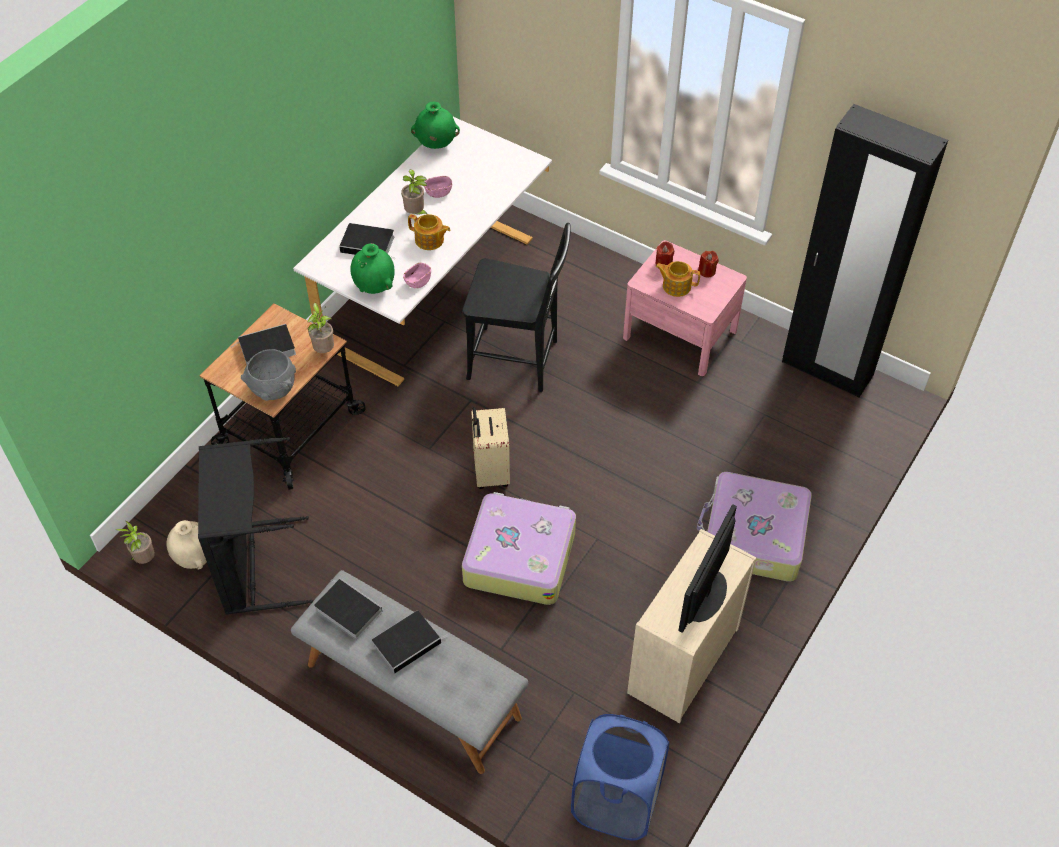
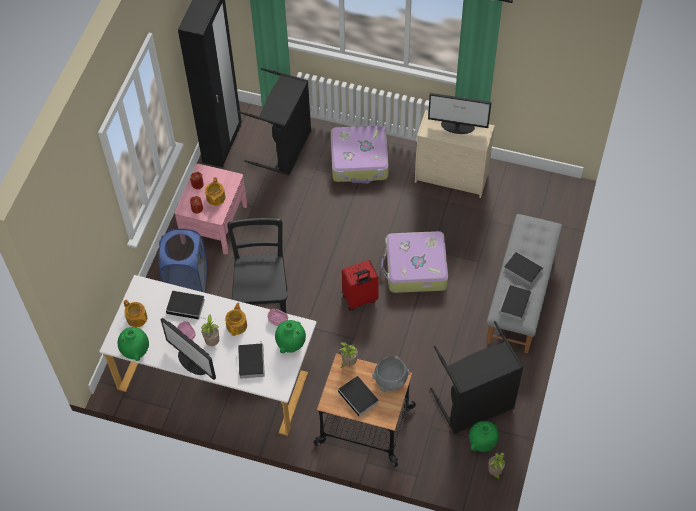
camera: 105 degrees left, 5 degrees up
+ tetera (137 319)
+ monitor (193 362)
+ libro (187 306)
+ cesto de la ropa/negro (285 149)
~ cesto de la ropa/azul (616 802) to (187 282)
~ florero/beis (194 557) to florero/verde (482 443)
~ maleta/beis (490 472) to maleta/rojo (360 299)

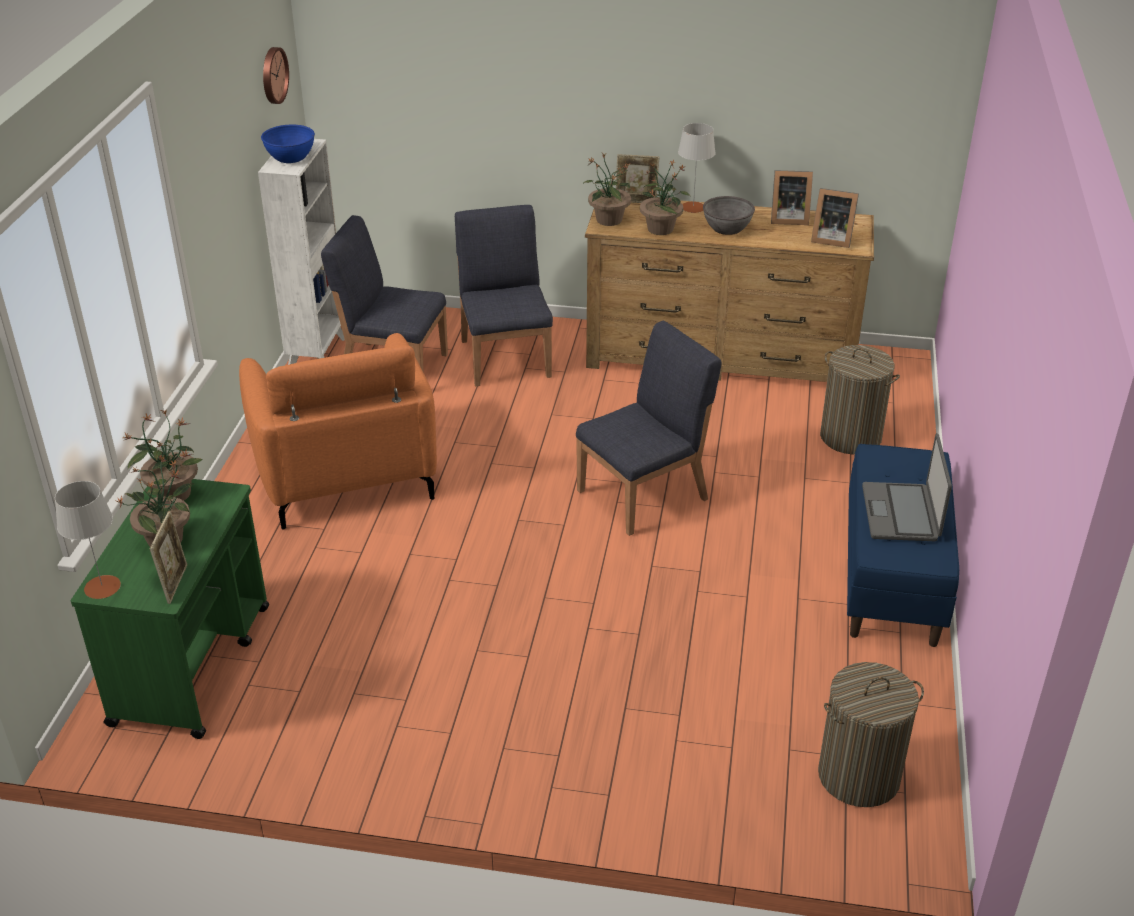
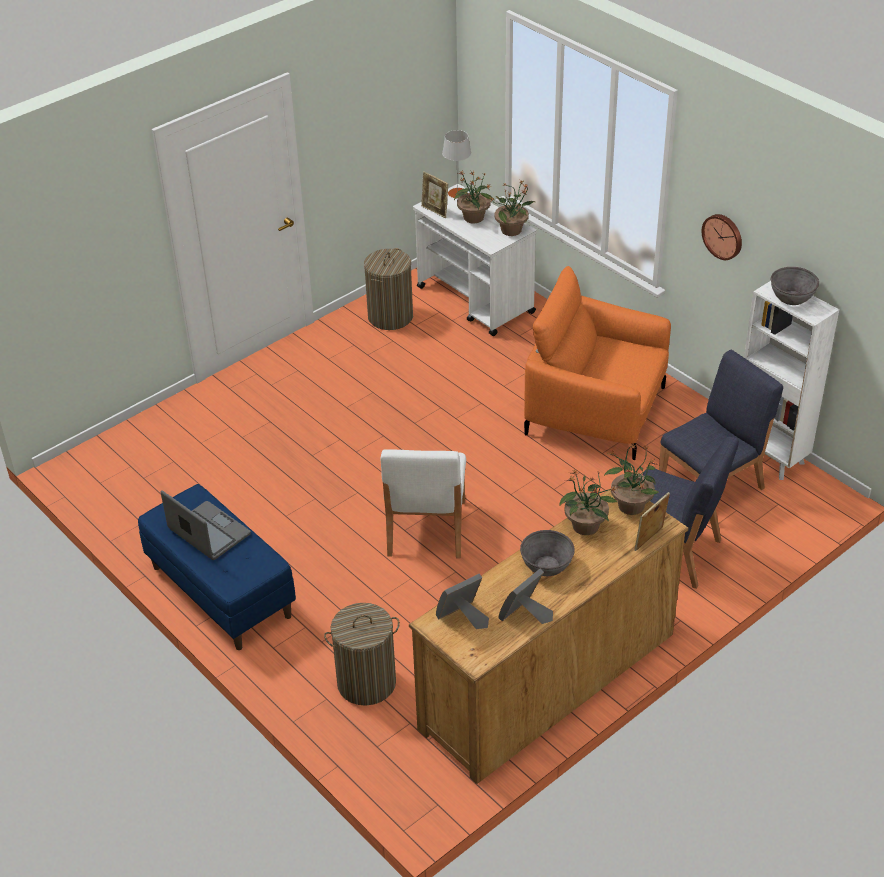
camera: 130 degrees right, 5 degrees up
- lámpara de mesa/gris (693 207)
~ reloj de pared (273 75) to (723 236)
~ cesto de la ropa (858 776) to (390 316)
~ carrito/verde (192 663) to carrito/blanco (476 300)
~ cuenco/azul (290 157) to cuenco/gris (792 297)
~ silla/azul (644 494) to silla/blanco (426 529)

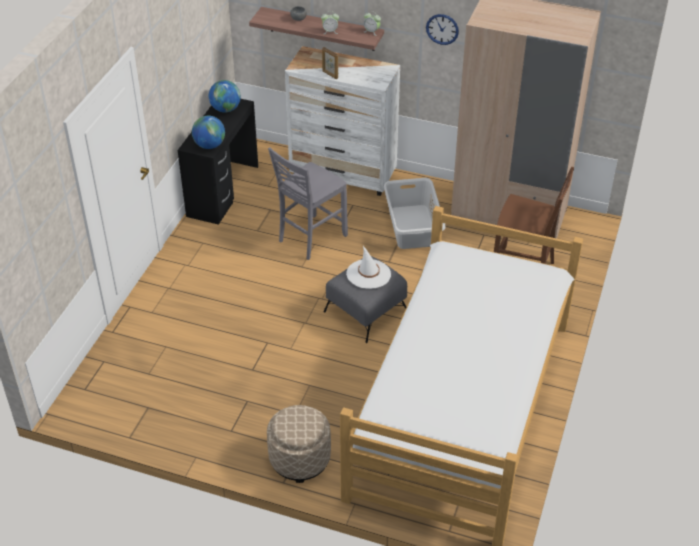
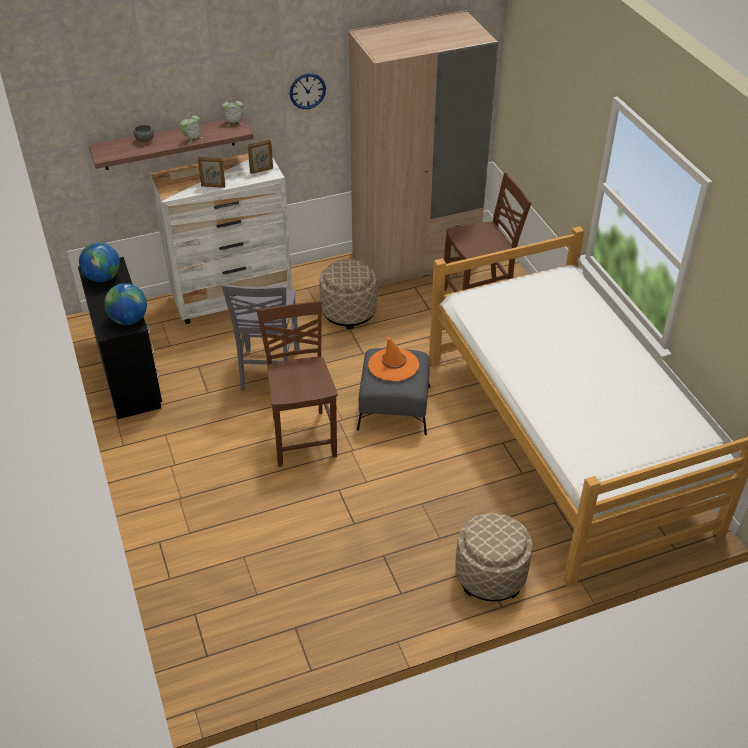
camera: 40 degrees left, 0 degrees up
+ portarretratos (261 170)
+ silla/marrón (303 436)
~ cesto de la ropa/gris (413 226) to puf/beis (348 311)
~ sombrero/blanco (368 274) to sombrero/naranja (393 365)

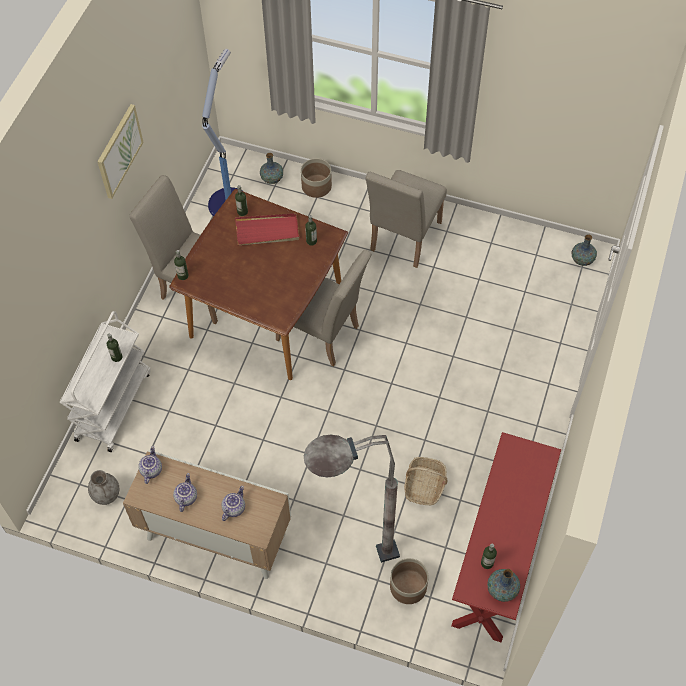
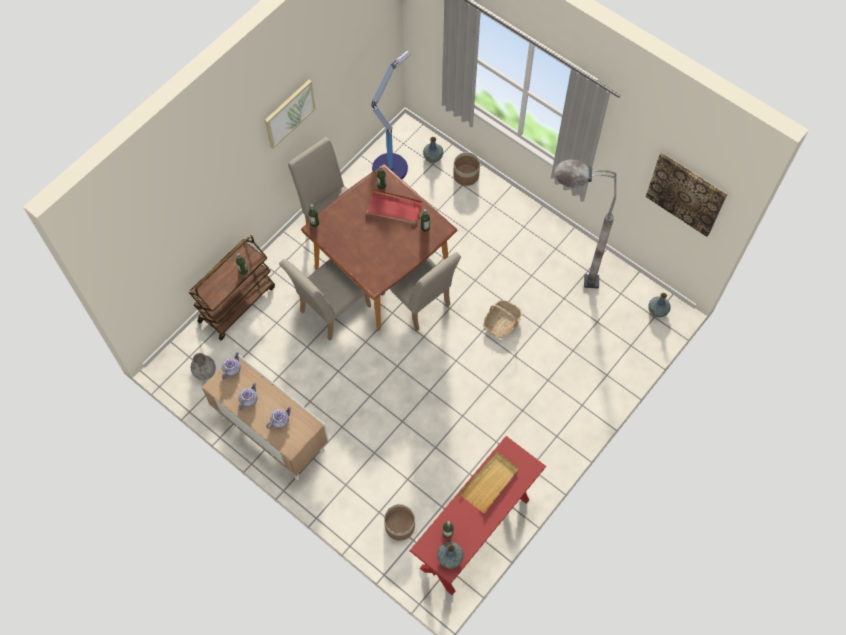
camera: 20 degrees right, 5 degrees up
+ bandeja/beis (490 482)
+ cuadro (686 193)
~ lámpara de pie/gris (349 562) to (561 279)
~ silla/beis (403 240) to (331 311)
~ cesta (424 485) to (502 323)
~ carrito/blanco (113 405) to carrito/marrón (237 303)

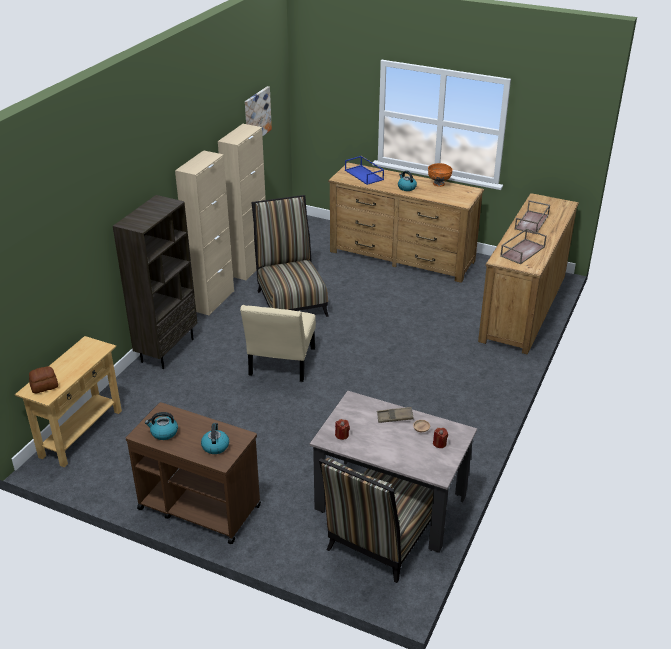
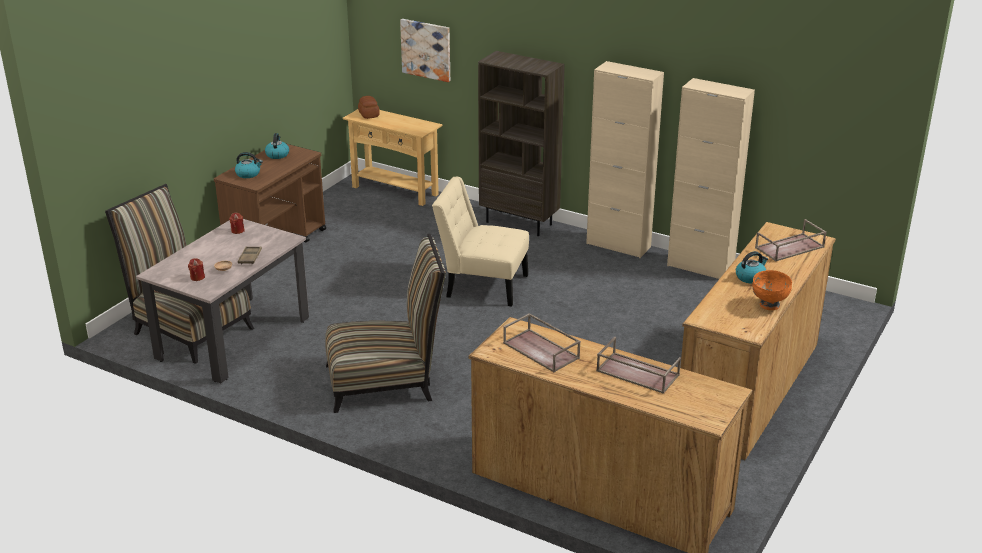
camera: 95 degrees right, 5 degrees down
~ cuadro (257 115) to (426 49)
~ silla (291 300) to (386 382)
~ bandeja/azul (364 175) to bandeja/marrón (789 248)

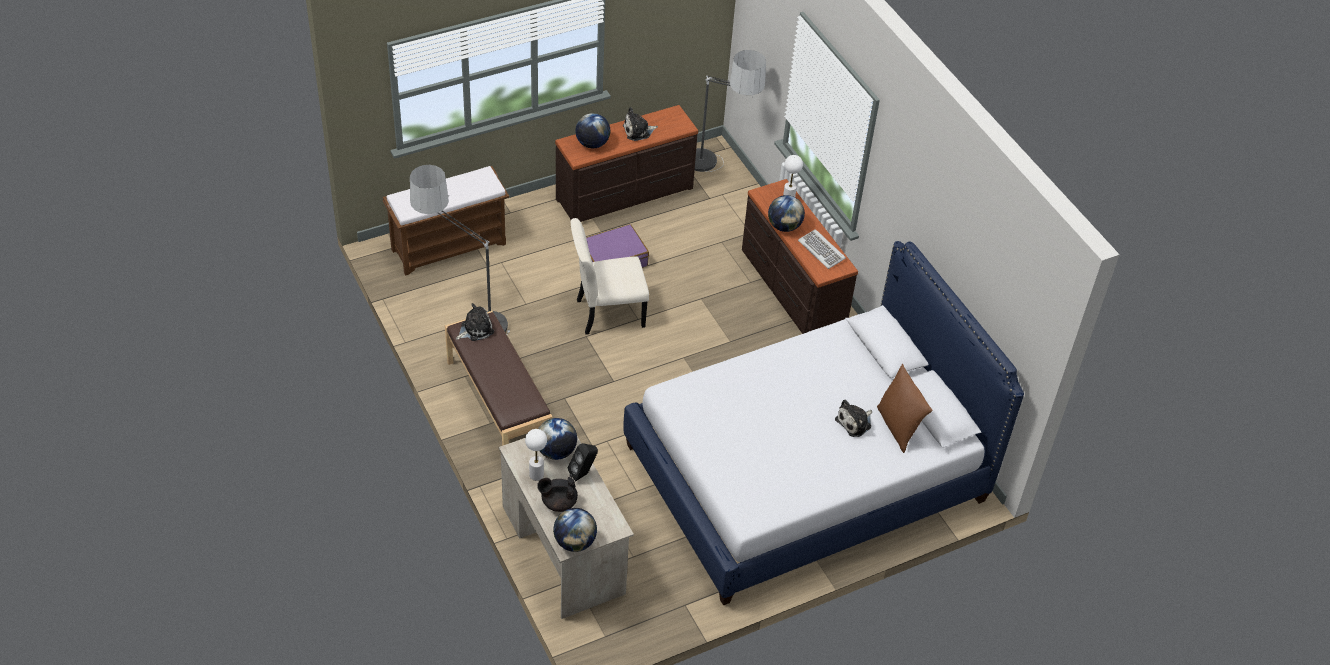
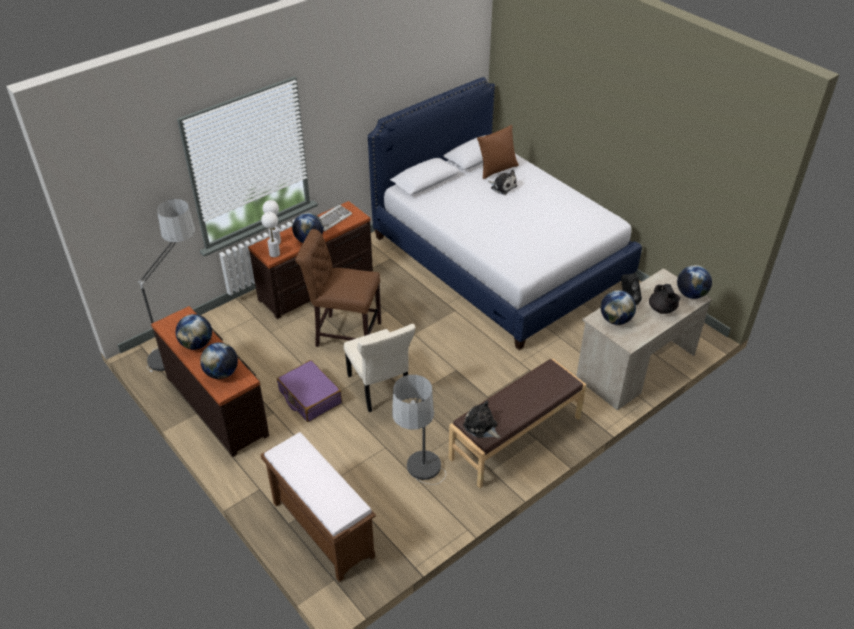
camera: 100 degrees left, 5 degrees down
+ silla/marrón (344 333)
~ lámpara de mesa/blanco (536 475) to (274 253)
~ peluche (638 131) to globo terráqueo (197 344)

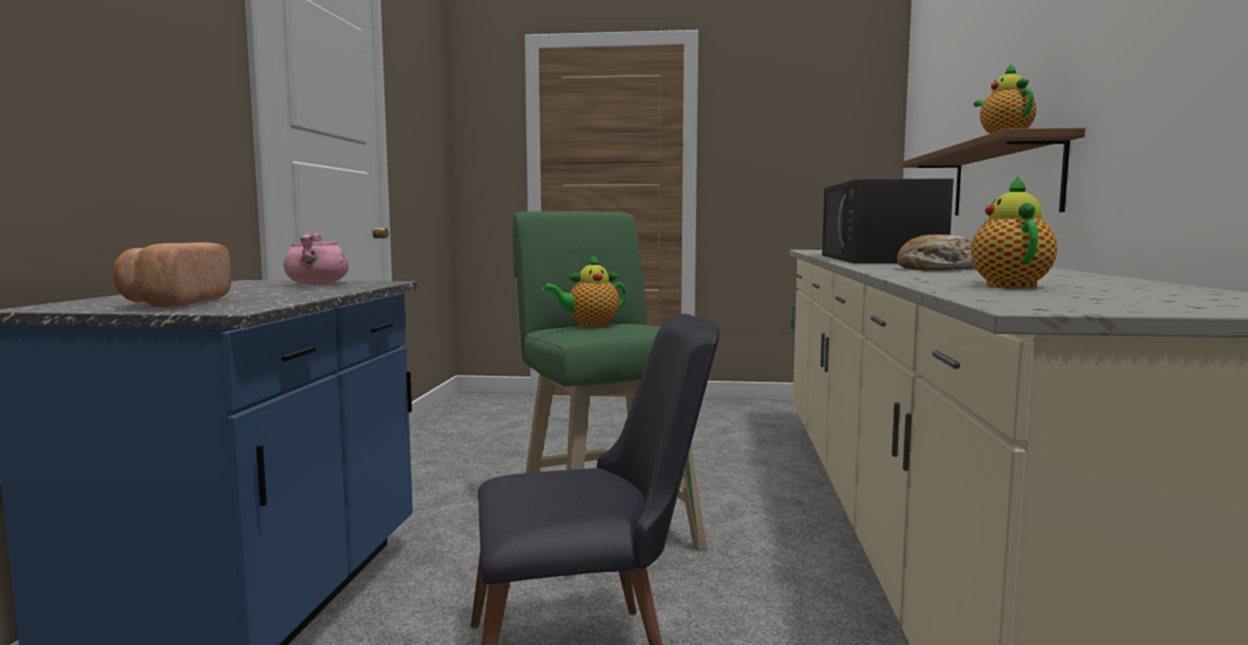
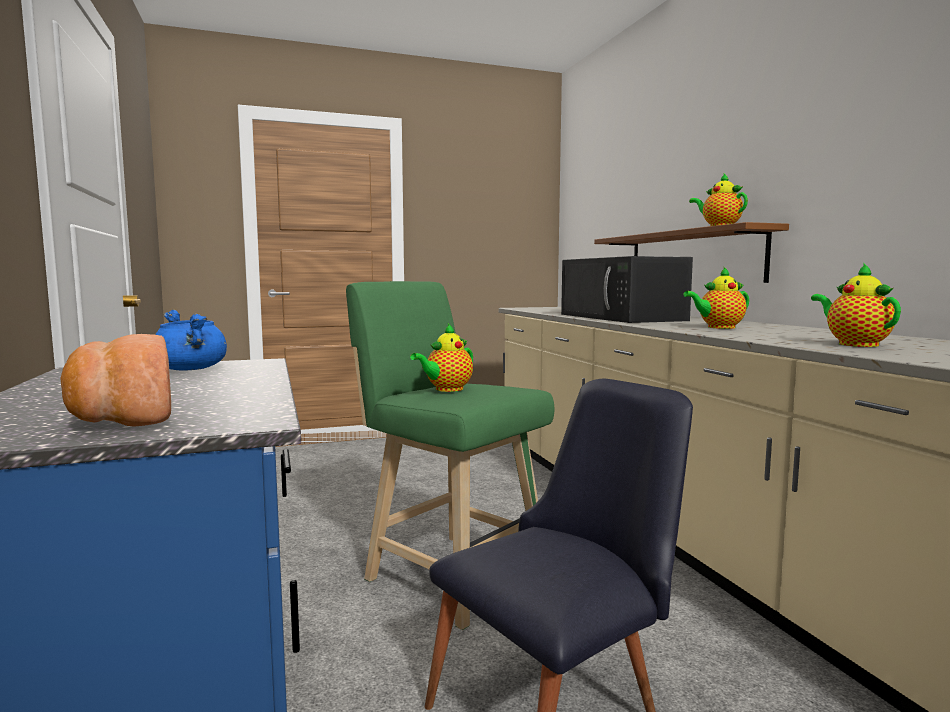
camera: 25 degrees left, 0 degrees up
~ pan (939 269) to tetera (718 327)
~ olla/rosa (317 284) to olla/azul (191 369)

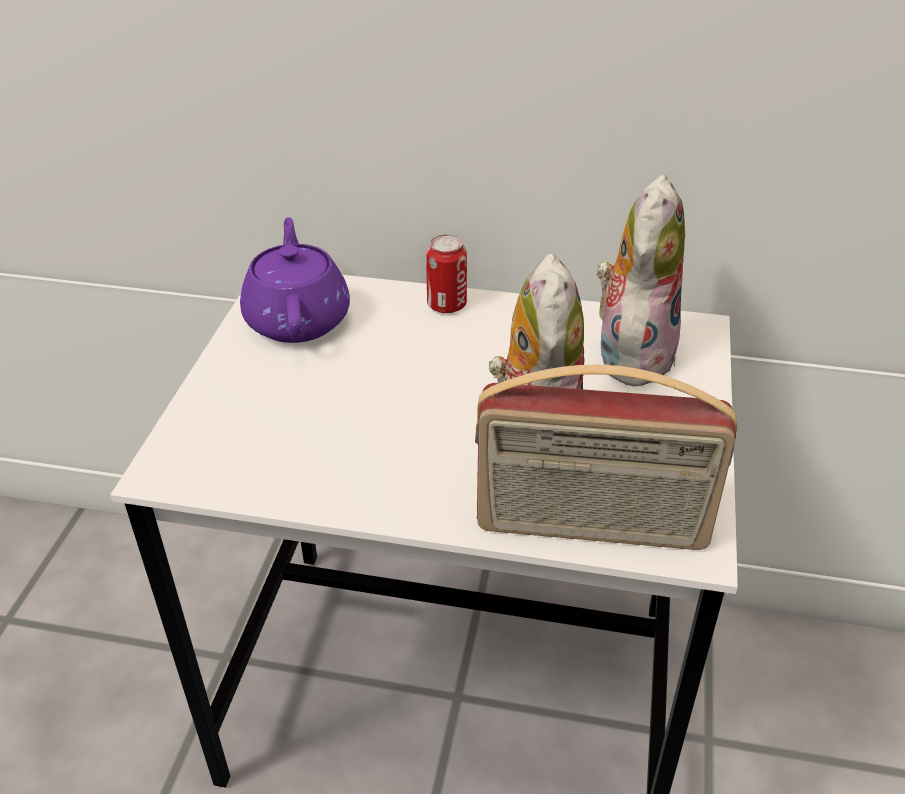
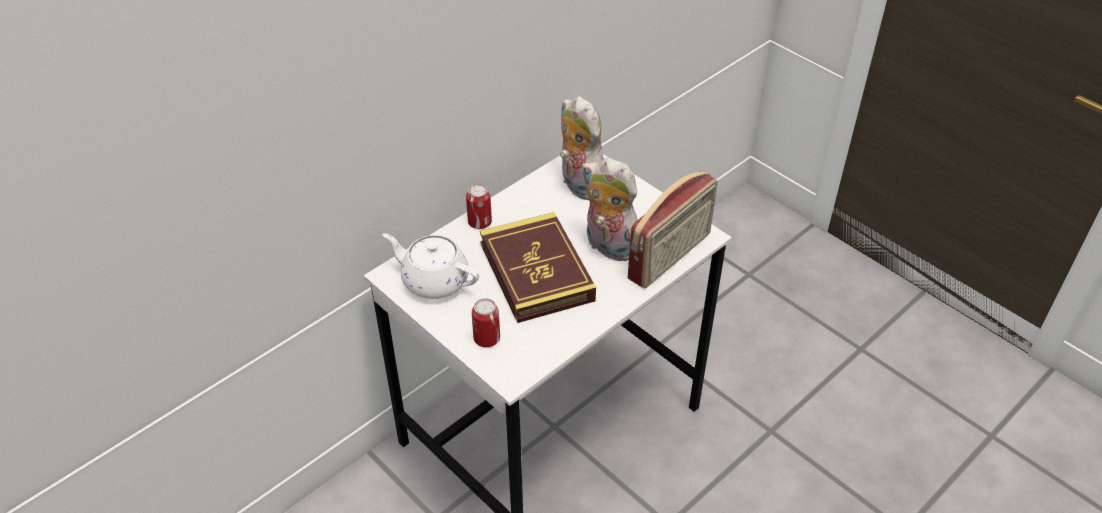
camera: 55 degrees left, 5 degrees up
+ lata (486 339)
+ libro (536 272)
~ tetera/morado (298 319) to tetera/blanco (434 280)

